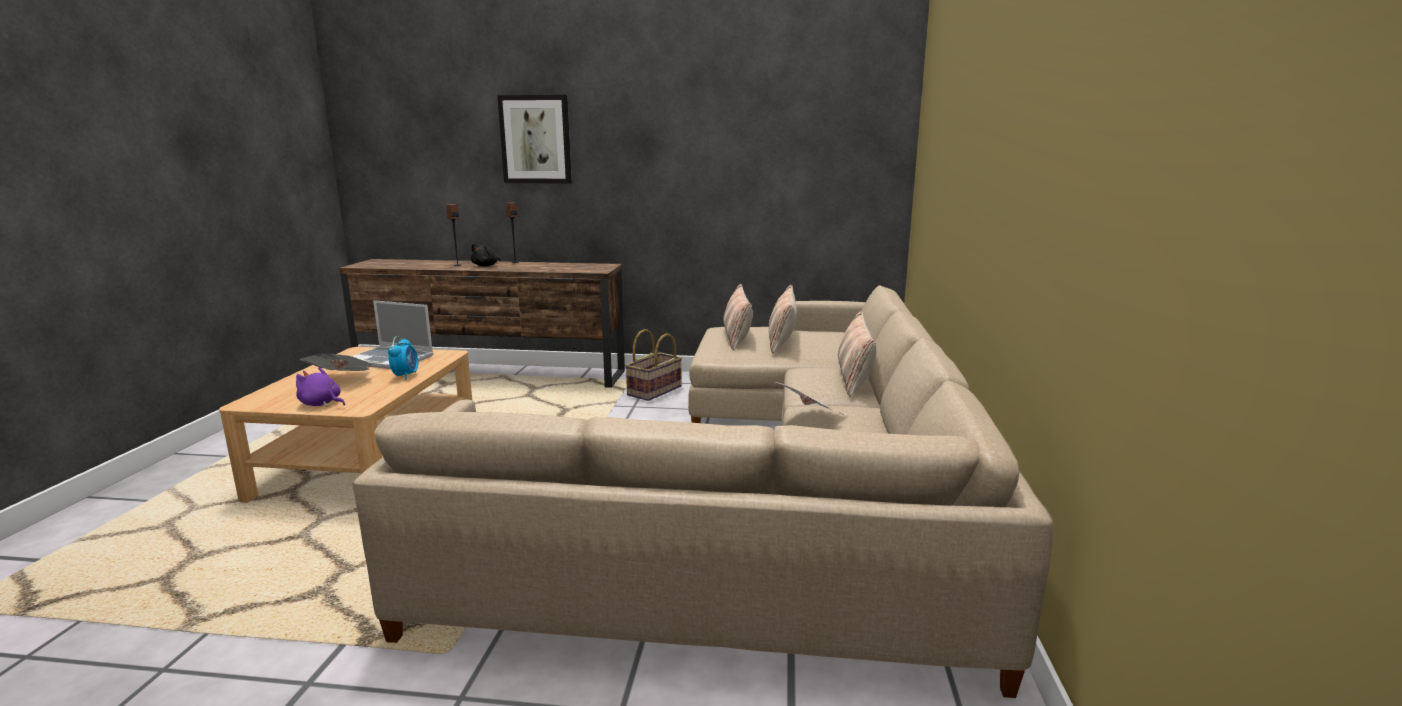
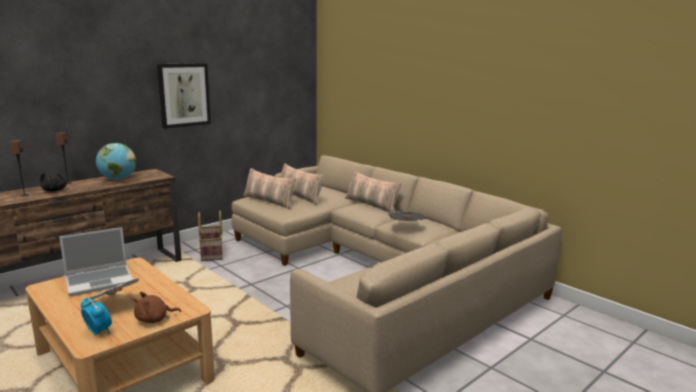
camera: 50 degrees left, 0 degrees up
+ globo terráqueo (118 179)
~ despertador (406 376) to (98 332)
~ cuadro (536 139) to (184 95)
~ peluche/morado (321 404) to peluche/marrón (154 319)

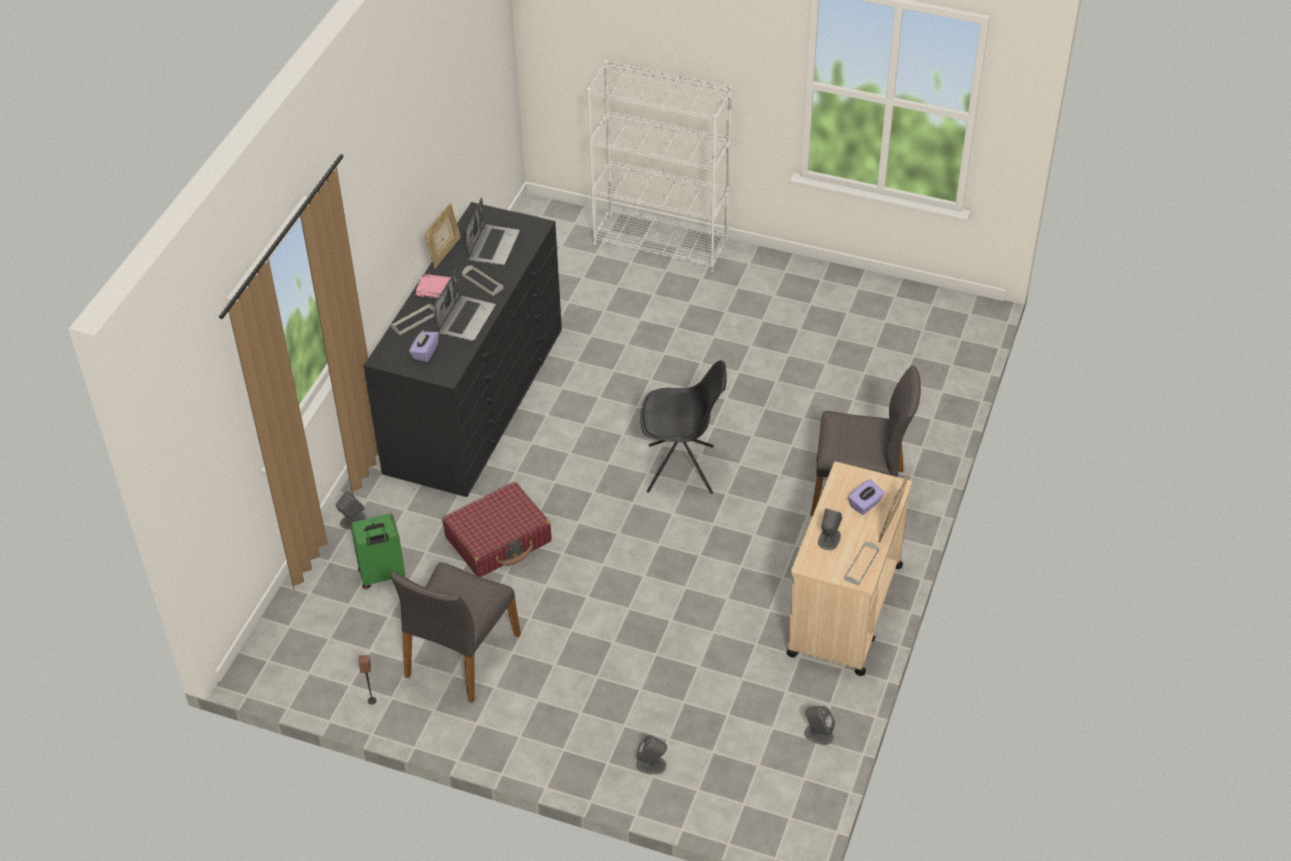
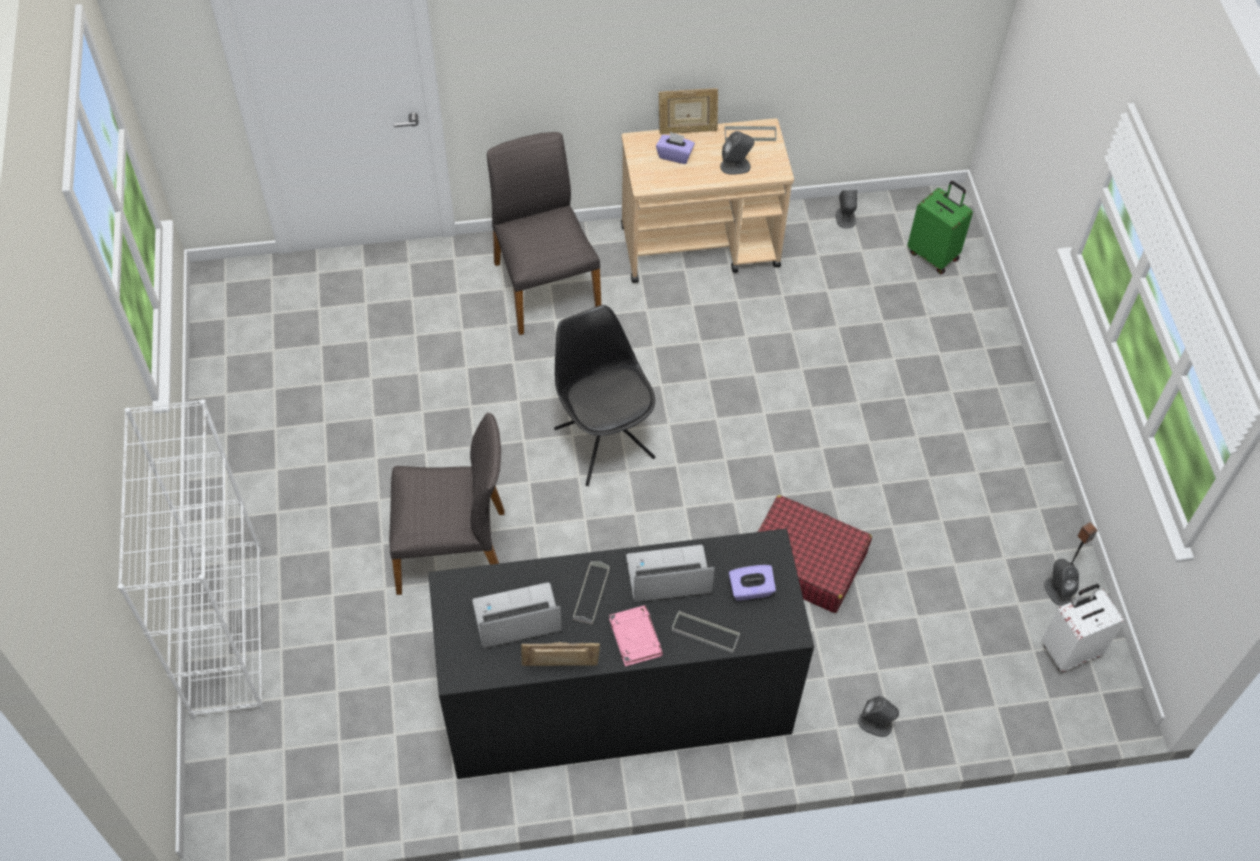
camera: 120 degrees left, 10 degrees up
+ maleta/blanco (1069 650)
~ maleta/verde (382 575) to (934 255)
~ silla/gris (460 655) to (453 549)
~ altavoz/gris (651 764) to (1057 590)

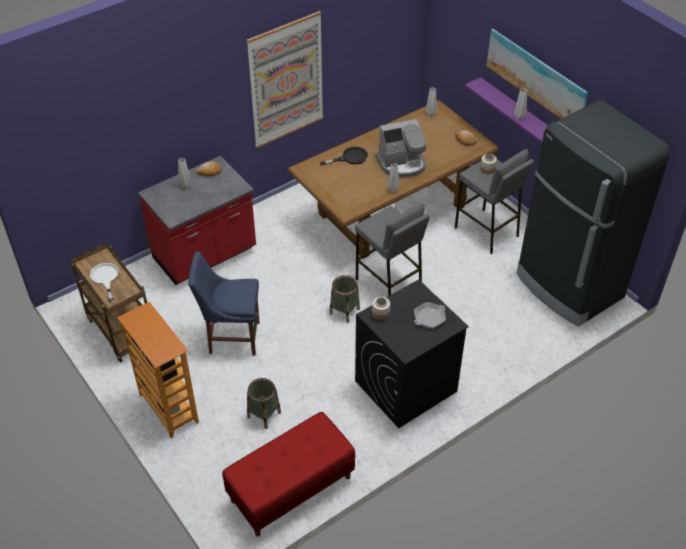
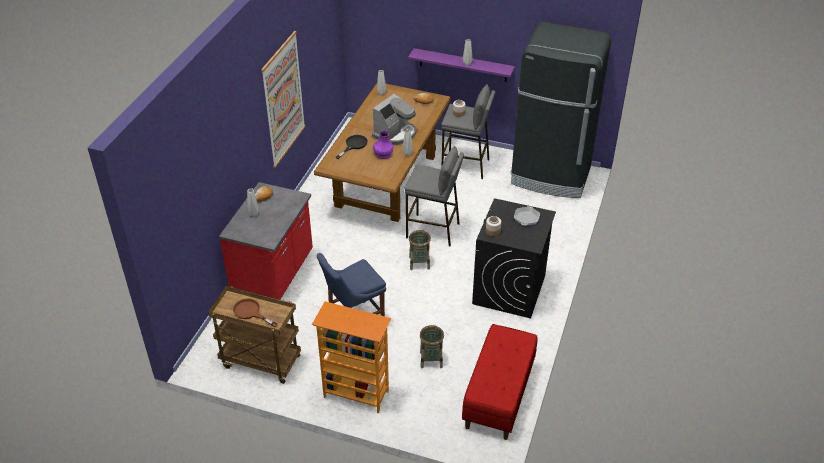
camera: 35 degrees left, 5 degrees down
- cuadro (536 77)
+ florero/morado (383 154)
~ sartén/blanco (105 279) to sartén/marrón (250 312)

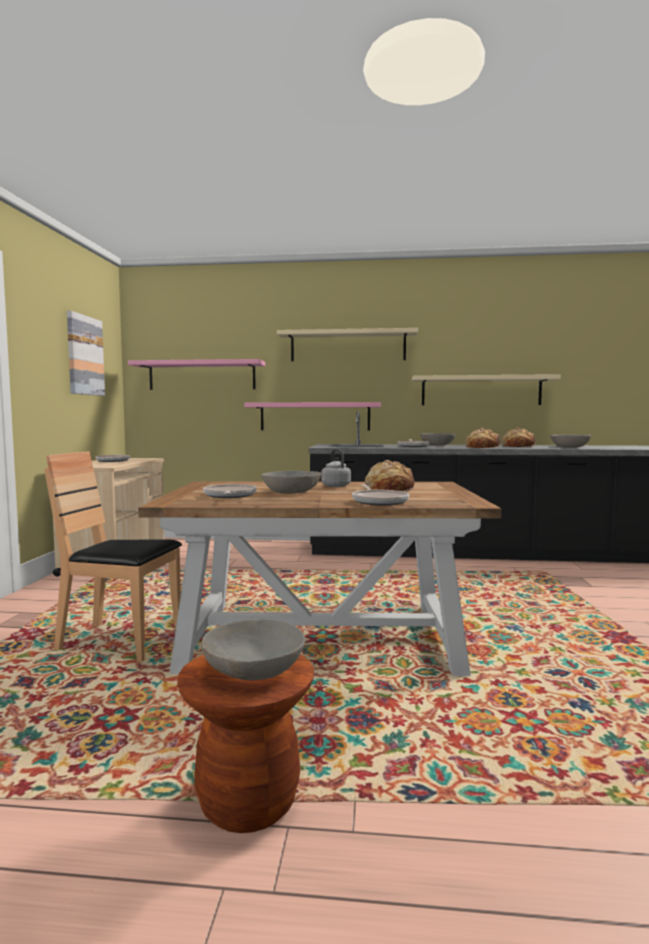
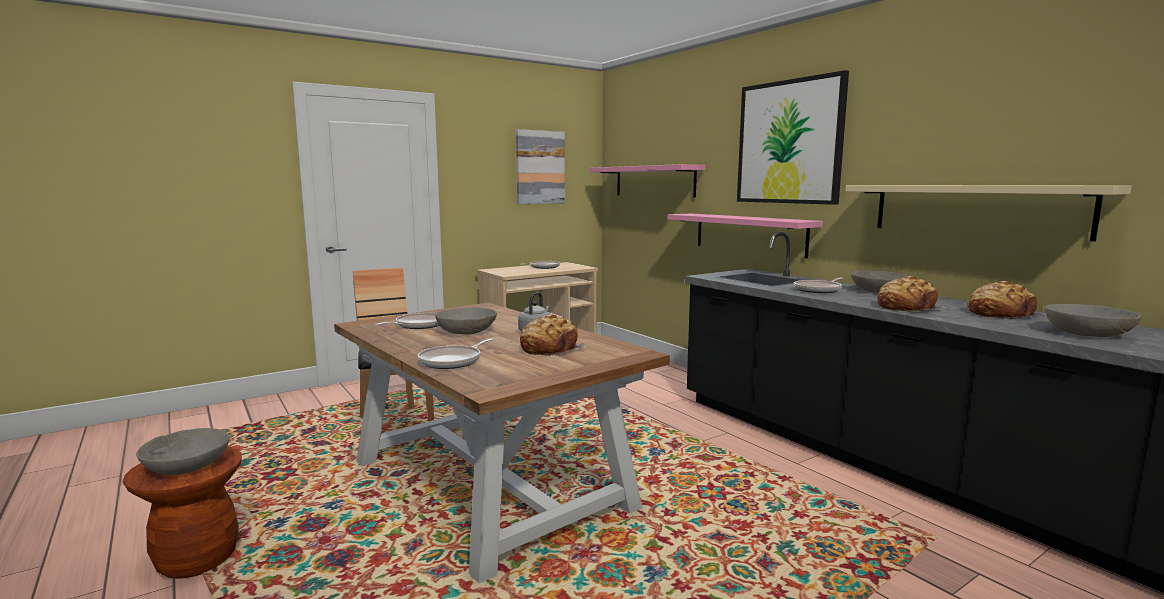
camera: 50 degrees right, 5 degrees up
~ estante/beis (348 346) to cuadro (789 142)

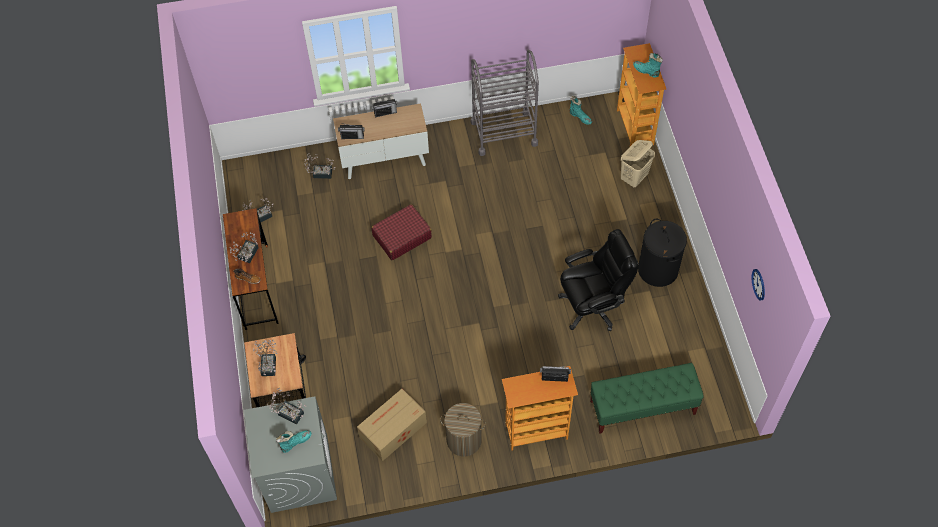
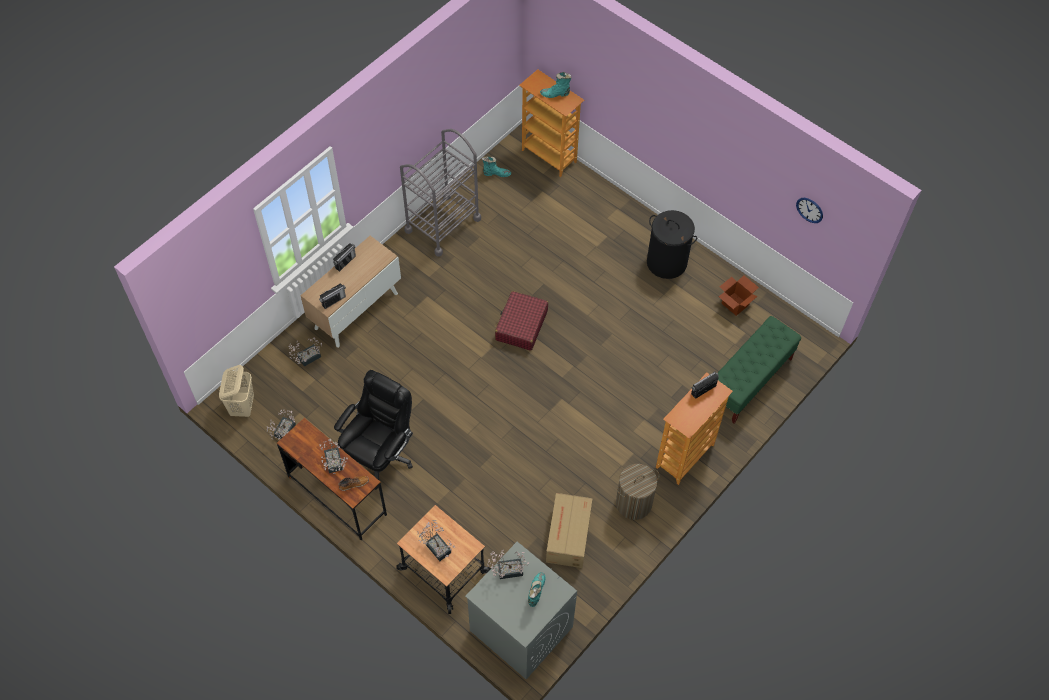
camera: 40 degrees left, 0 degrees up
+ caja de cartón (735 304)
~ maleta/rojo (401 237) to (521 325)
~ silla de oficina/negro (592 305) to (380 454)
~ cesto de la ropa/beis (634 177) to (242 406)

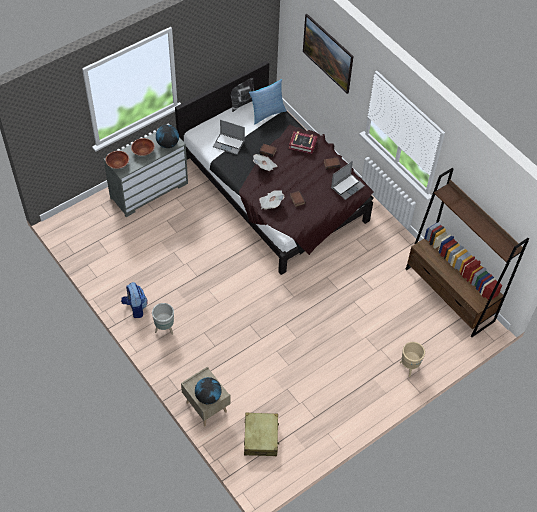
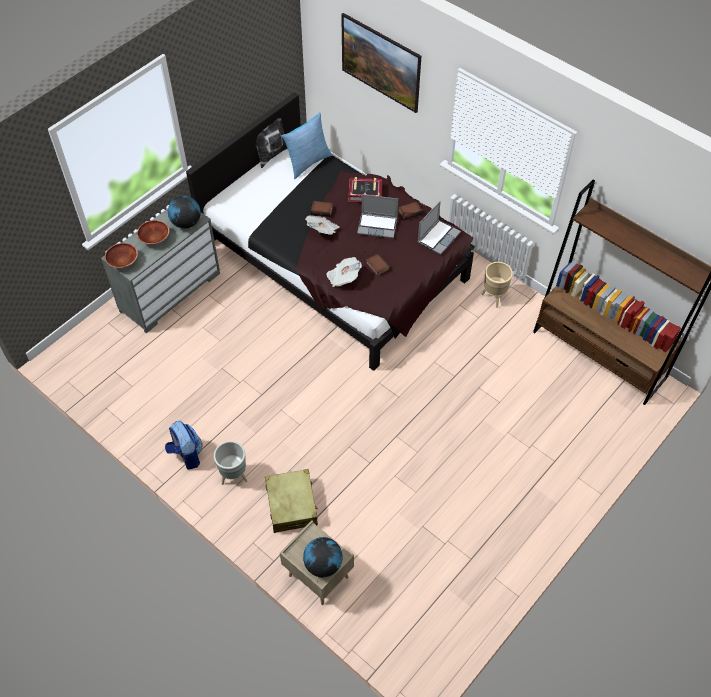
camera: 10 degrees left, 0 degrees up
~ portátil (229 144) to (378 226)
~ maleta/beis (261 437) to (291 505)
~ maceta/beis (408 367) to (493 298)

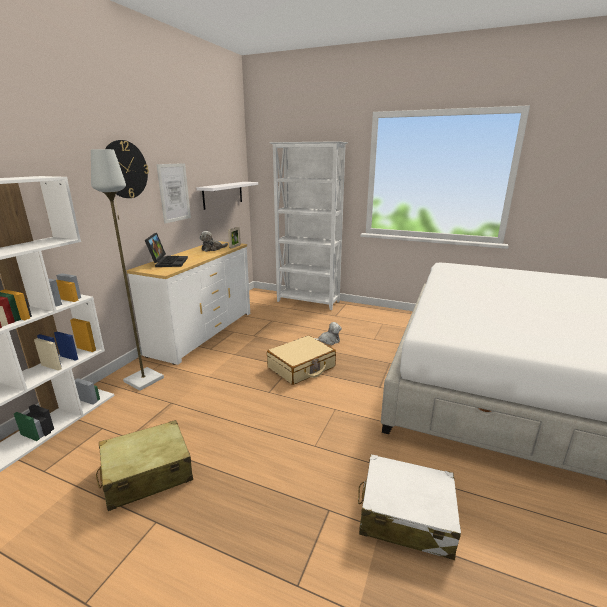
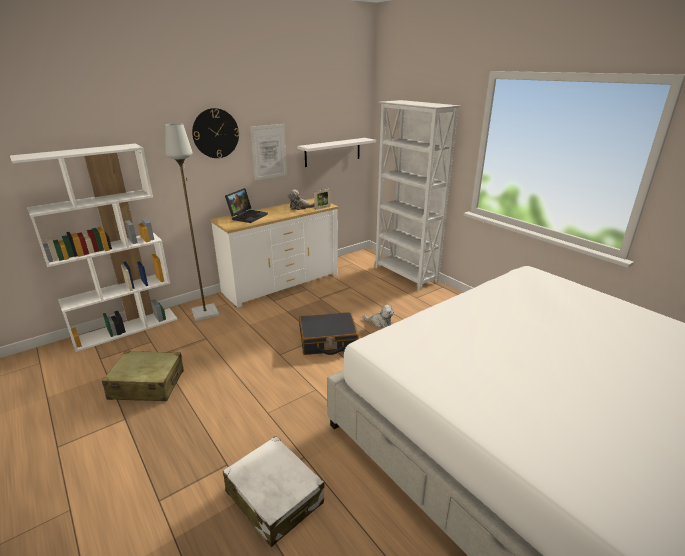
camera: 30 degrees right, 5 degrees up
~ maleta/beis (301 367) to maleta/negro (328 341)

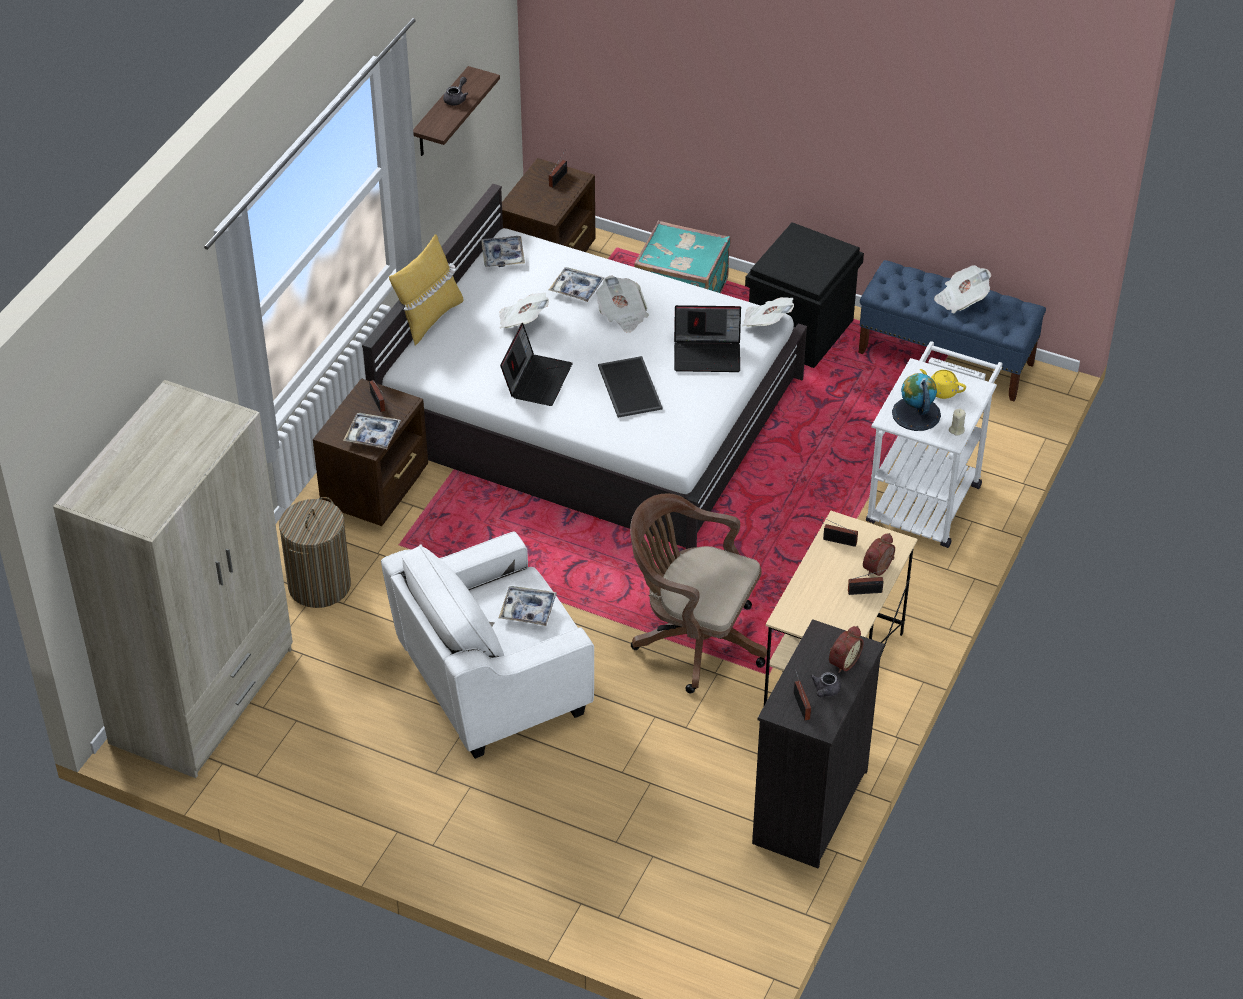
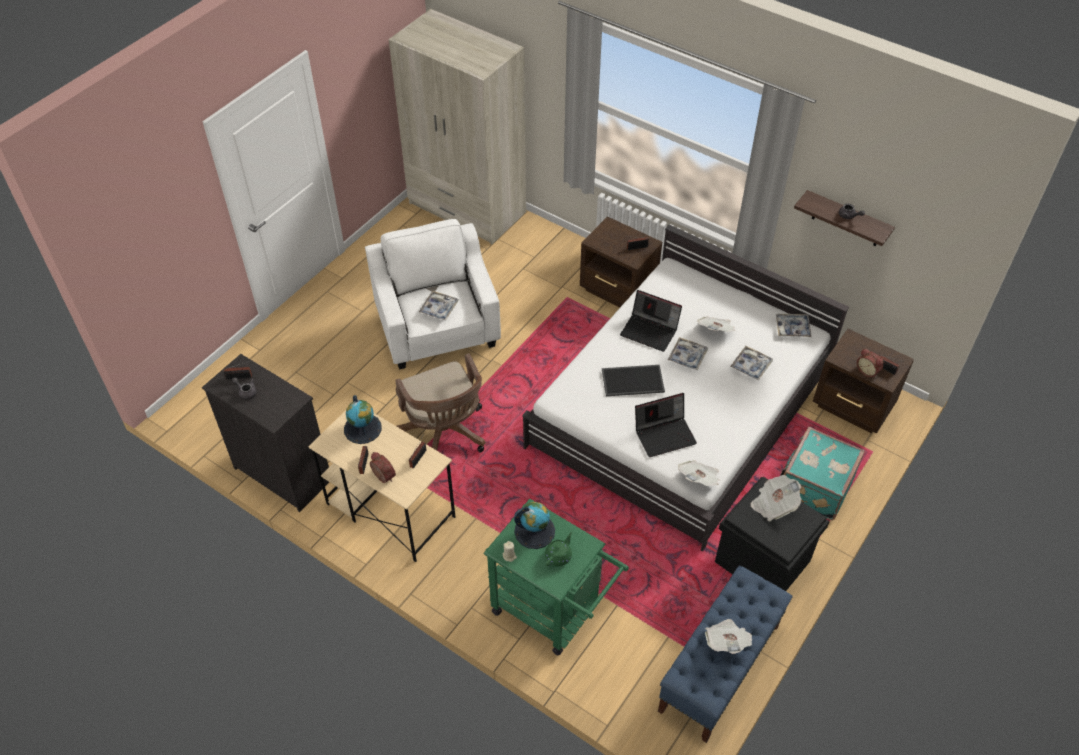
camera: 100 degrees right, 5 degrees up
- cesto de la ropa (319 585)
- cojín/amarillo (428 318)
+ globo terráqueo (363 428)
~ bandeja (372 435) to (687 356)
~ periódico (622 315) to (773 504)
~ despertador (842 661) to (868 371)
~ carrito/blanco (927 496) to carrito/verde (553 612)
~ tetera/amarillo (941 391) to tetera/verde (558 556)
~ silla de oficina/marrón (693 639) = (445 435) 120 degrees clockwise
~ portátil (708 354) = (665 434) 120 degrees counterclockwise

